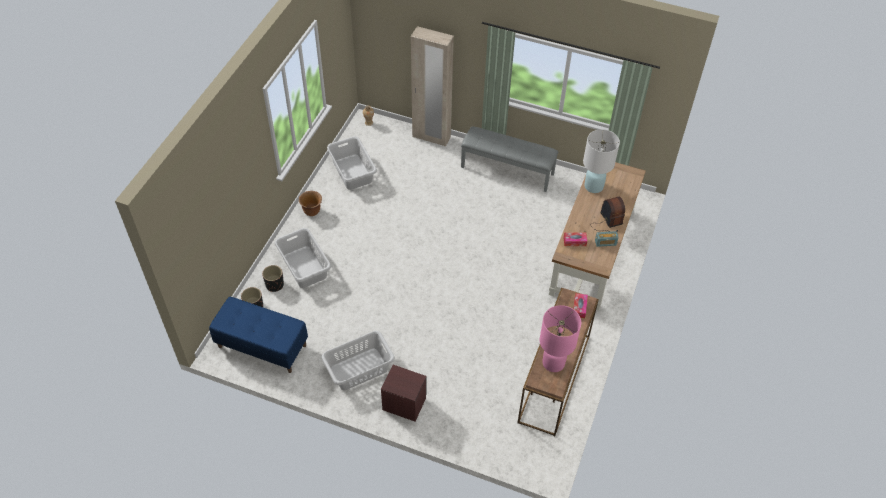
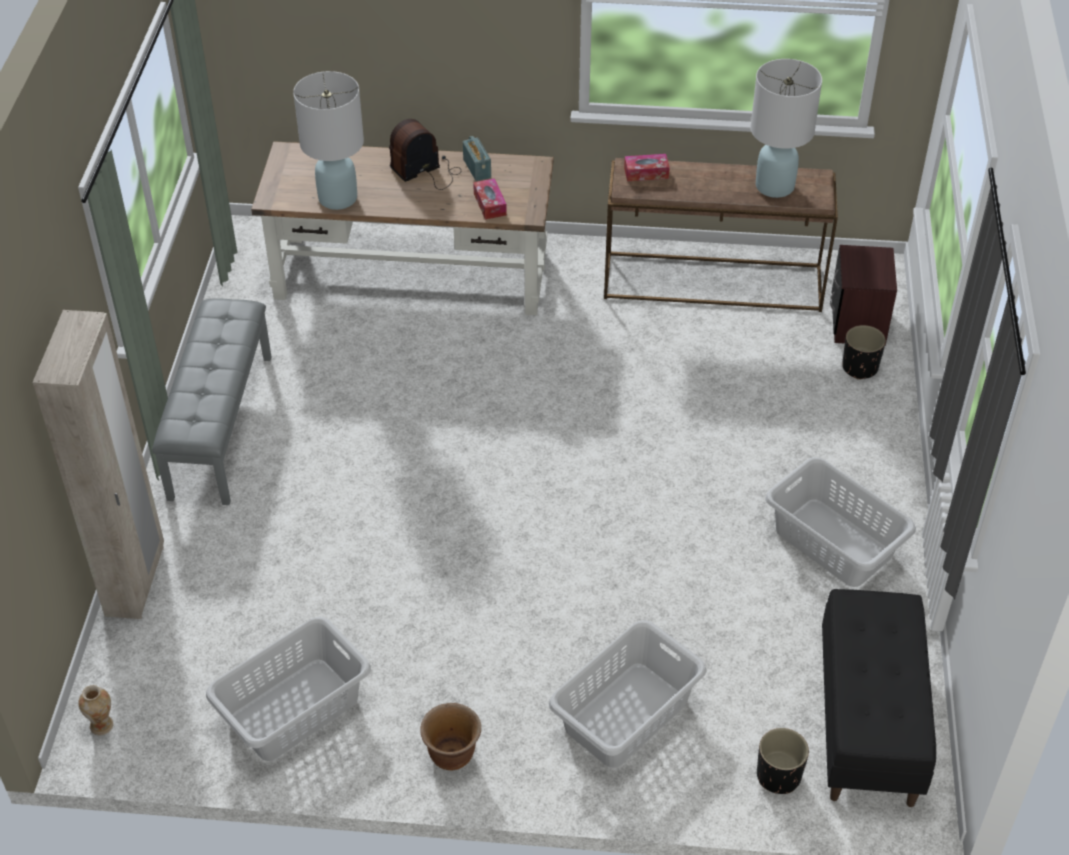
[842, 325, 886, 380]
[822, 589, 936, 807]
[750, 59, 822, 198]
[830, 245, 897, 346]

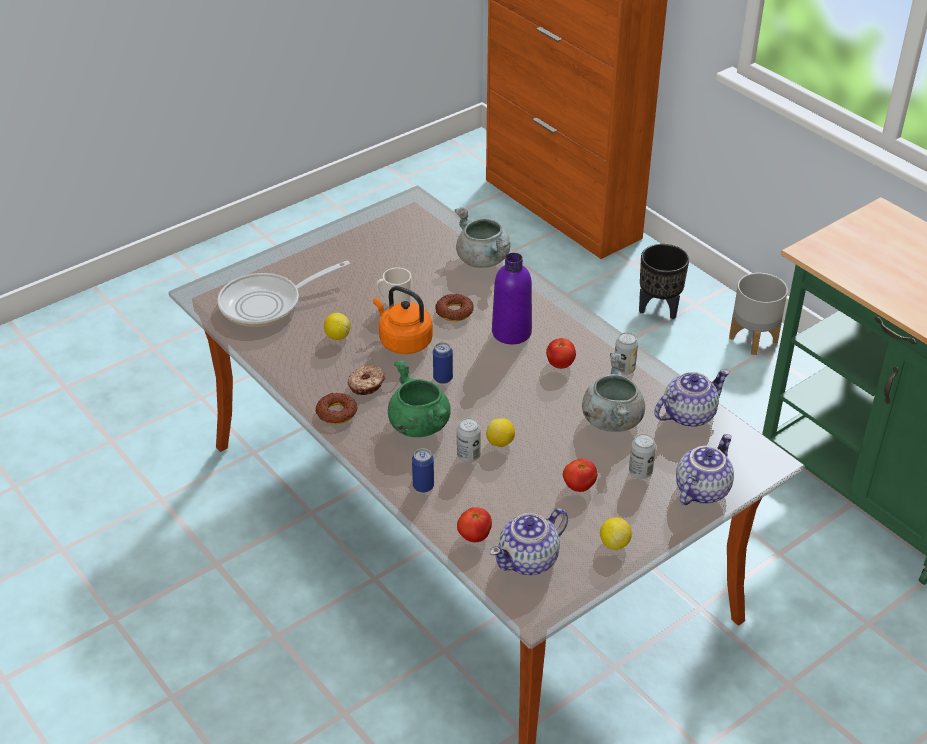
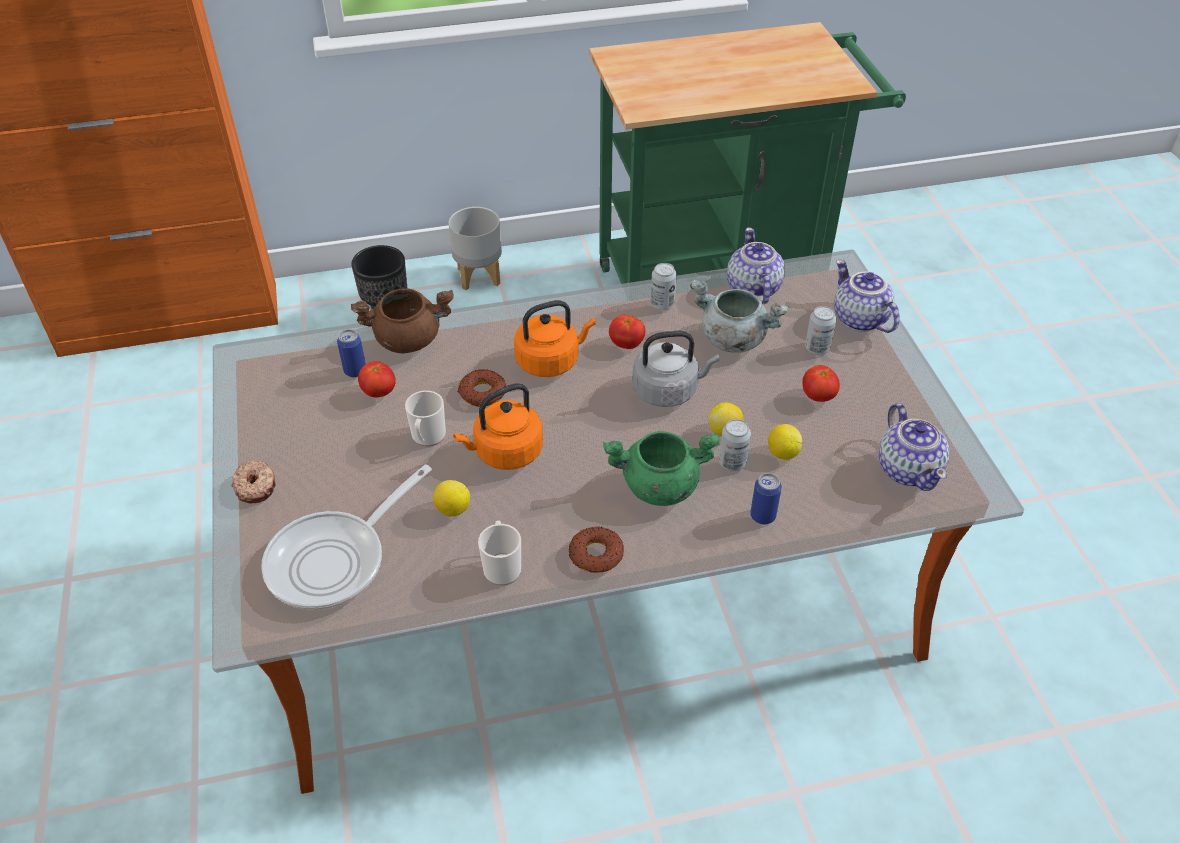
[351, 288, 454, 354]
[514, 300, 596, 377]
[261, 465, 432, 610]
[337, 329, 366, 377]
[231, 461, 276, 503]
[358, 361, 396, 397]
[768, 424, 802, 460]
[633, 331, 720, 407]
[478, 521, 521, 585]

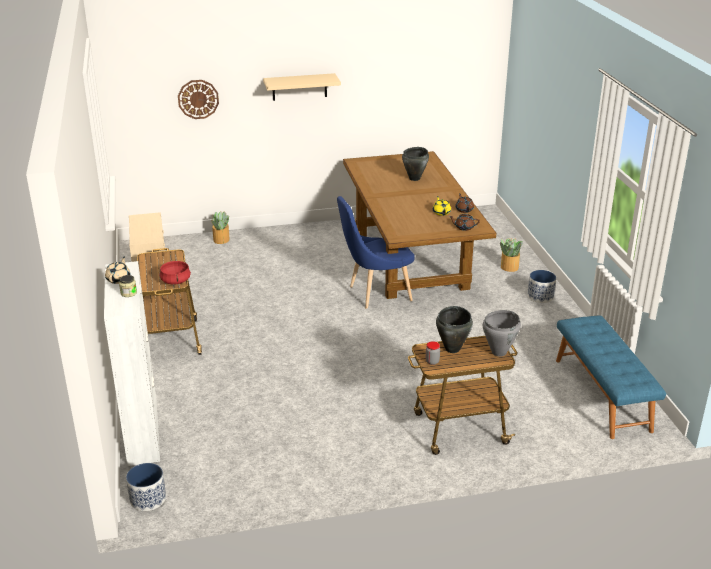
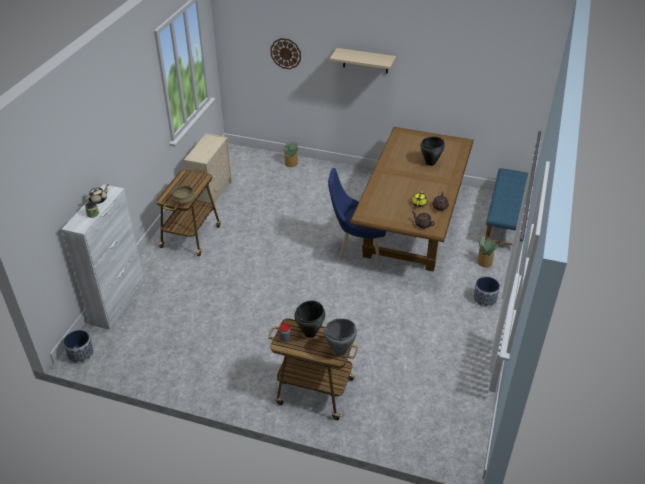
[172, 185, 195, 205]
[485, 168, 528, 245]

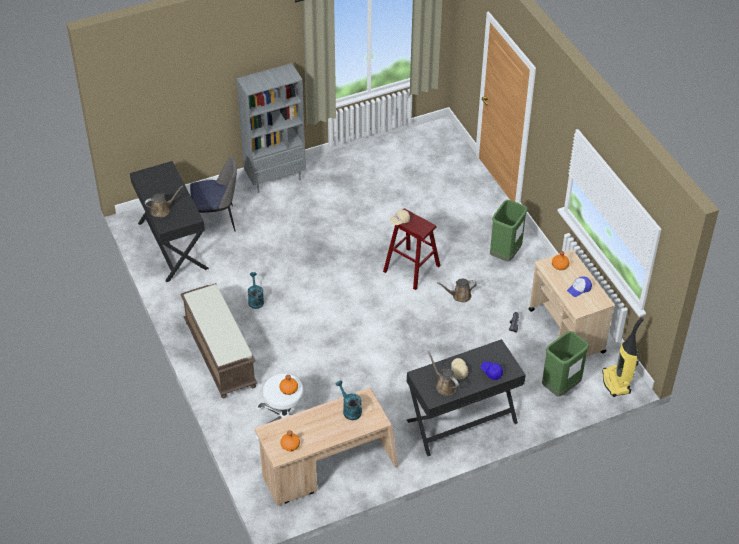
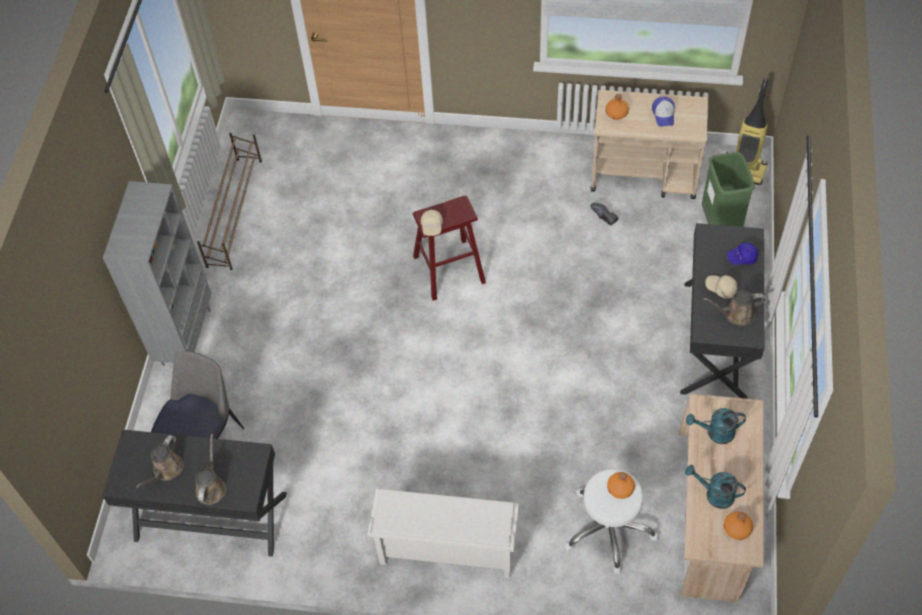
[490, 200, 527, 262] (first image)
[685, 465, 746, 509]
[136, 435, 184, 488]
[368, 489, 519, 578]
[197, 133, 262, 270]

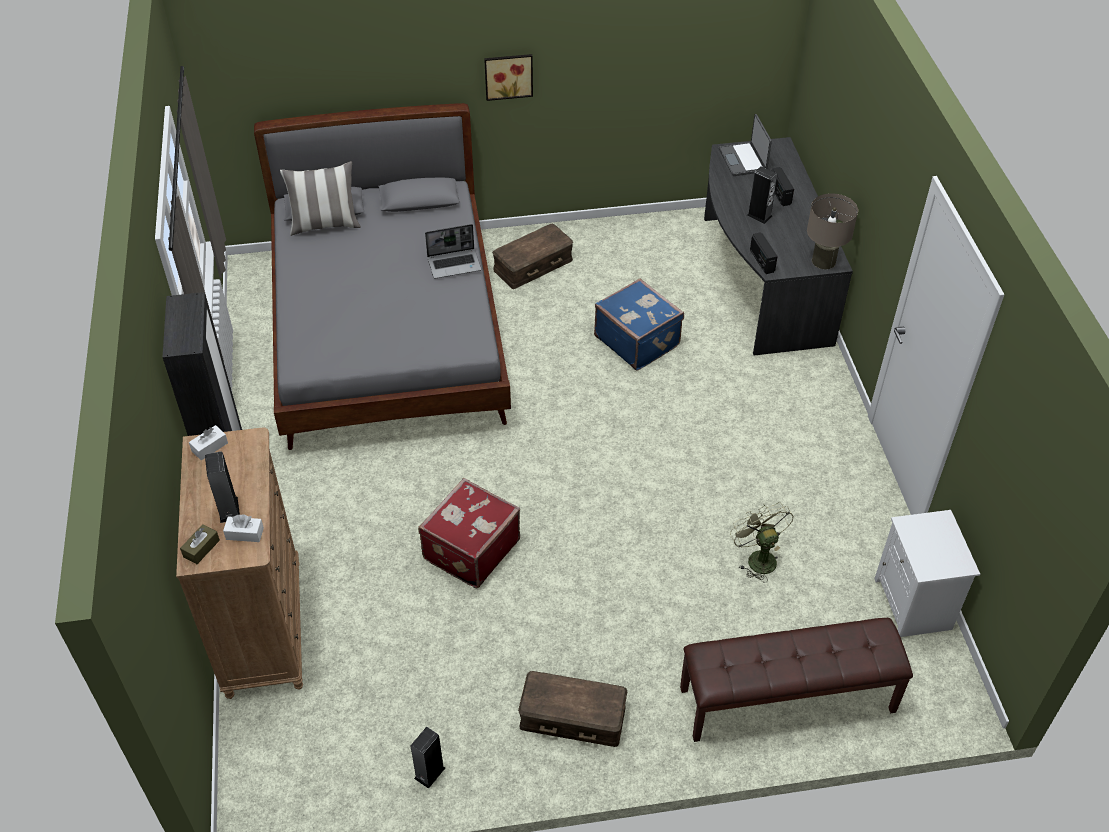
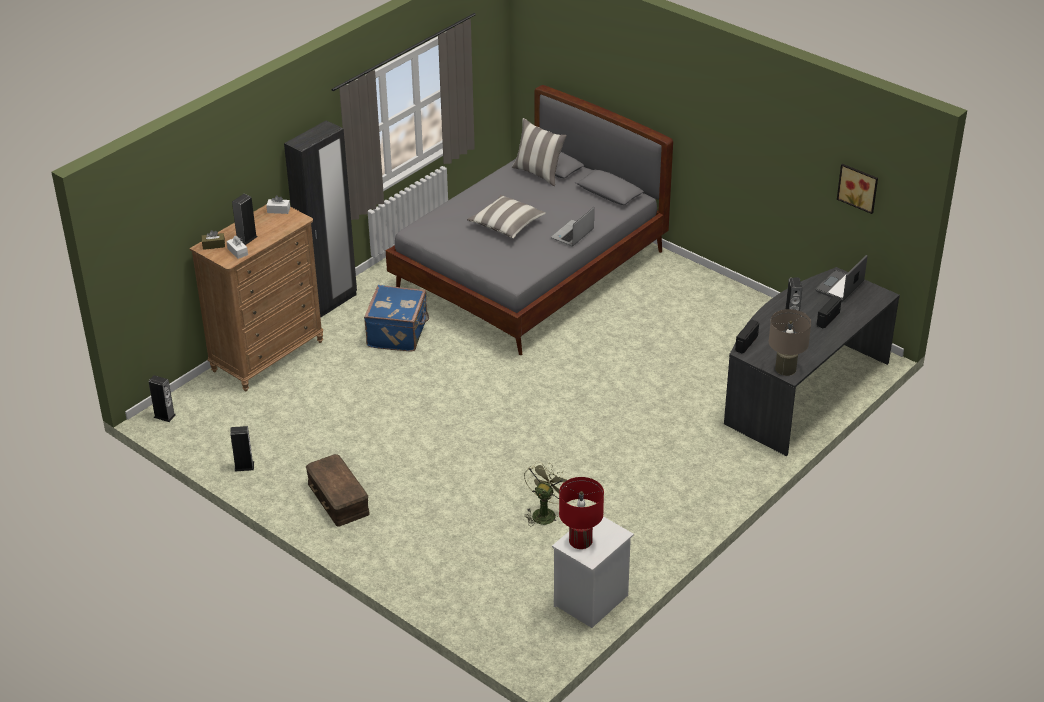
[837, 164, 878, 214]
[551, 207, 594, 246]
[492, 224, 573, 289] (first image)
[364, 285, 429, 352]
[418, 478, 520, 588] (first image)
[680, 618, 913, 742] (first image)
[467, 195, 546, 238]
[149, 375, 176, 422]
[559, 477, 604, 549]

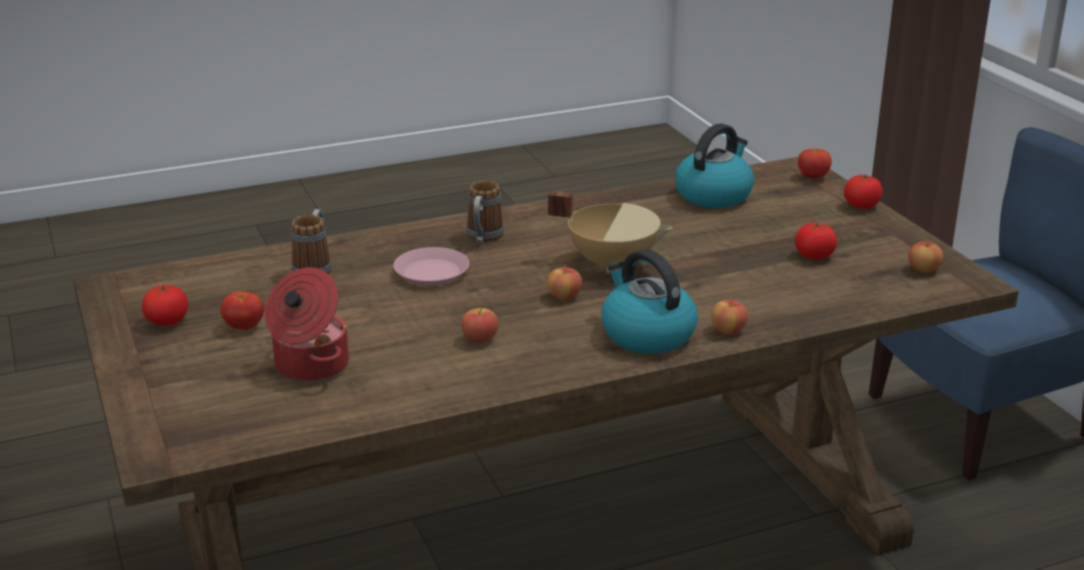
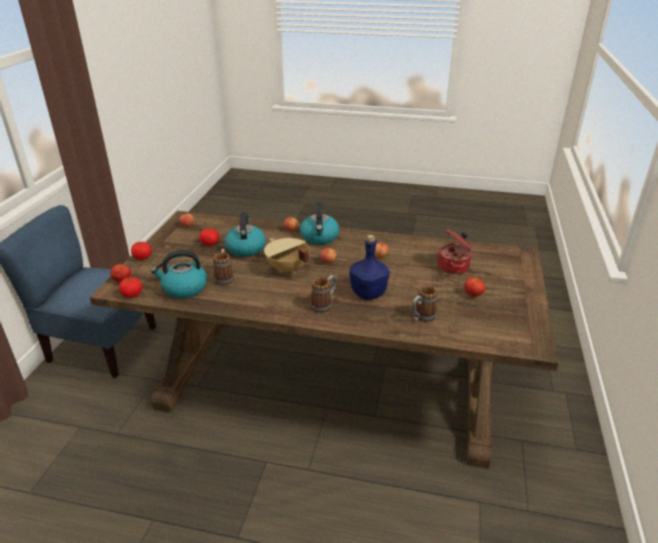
[350, 235, 389, 300]
[119, 277, 142, 298]
[225, 212, 266, 257]
[213, 249, 234, 285]

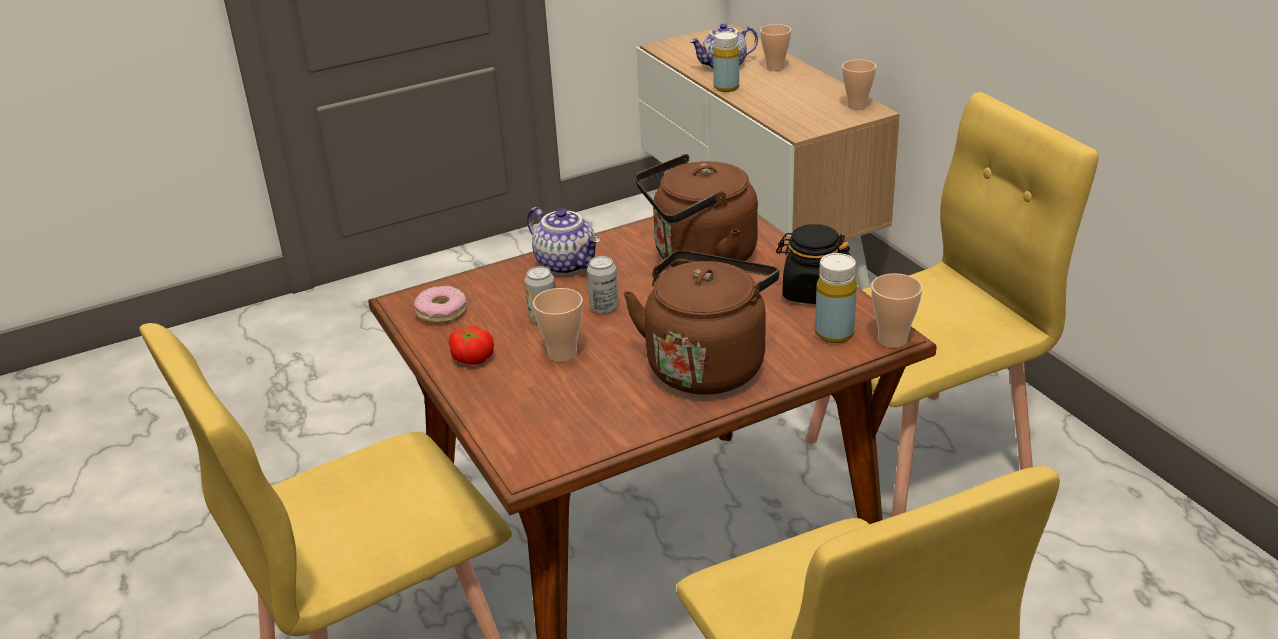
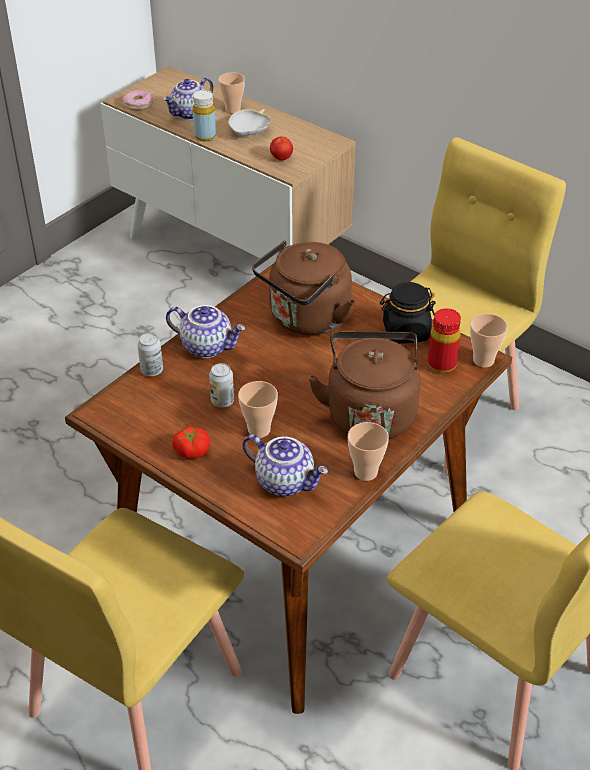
[348, 422, 389, 481]
[428, 308, 461, 373]
[137, 333, 163, 376]
[123, 90, 153, 111]
[228, 109, 271, 136]
[270, 137, 293, 161]
[243, 434, 328, 496]

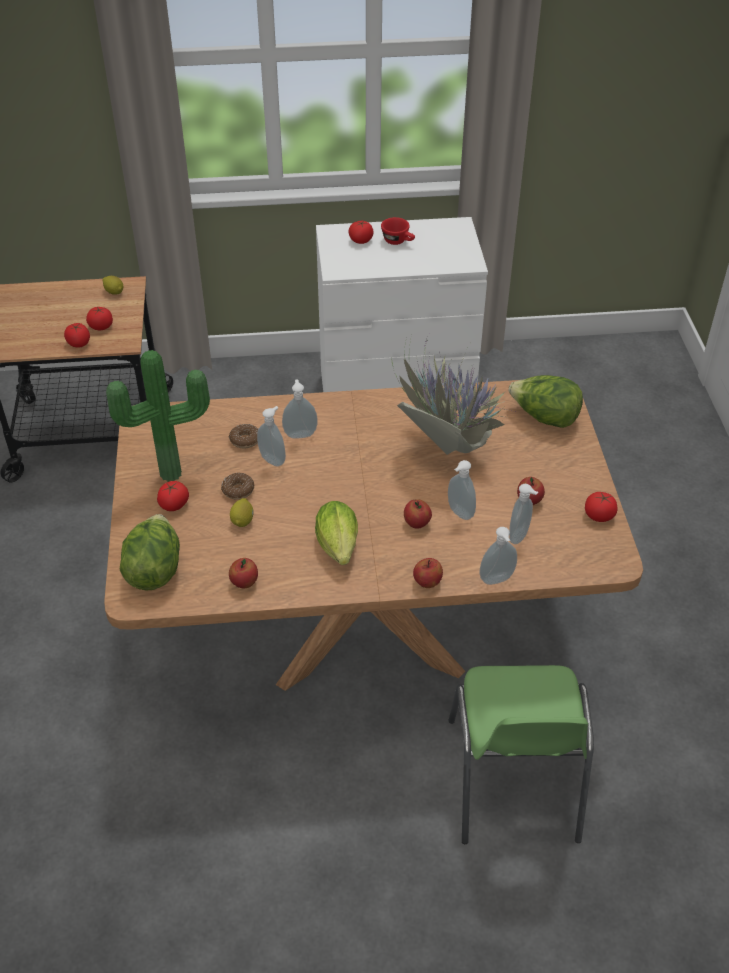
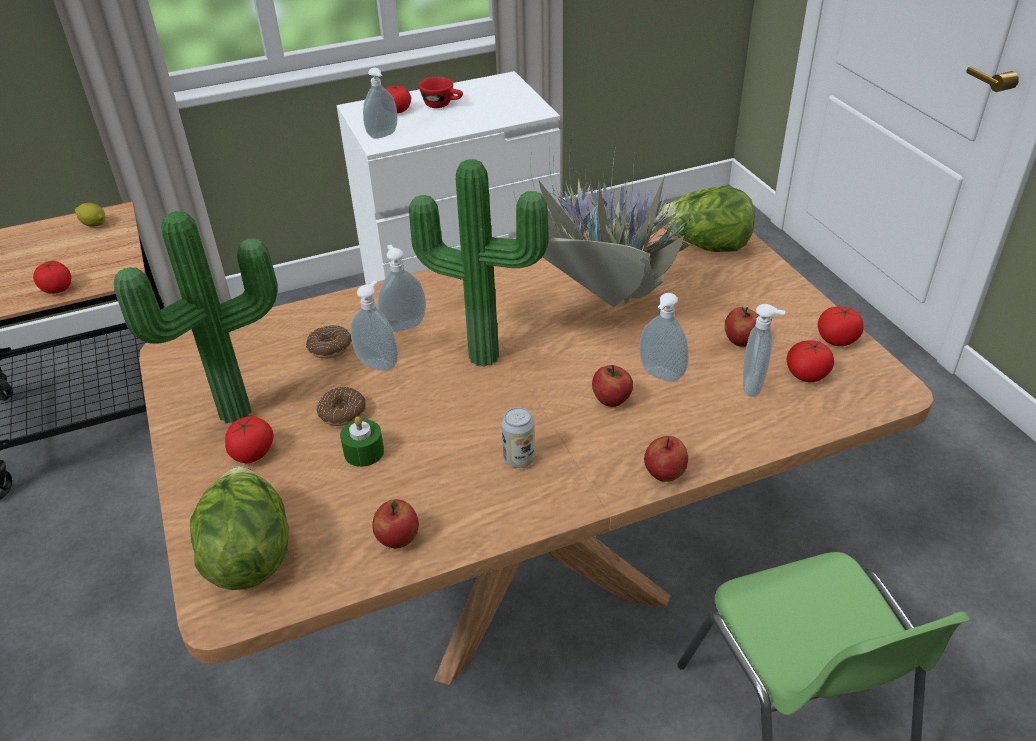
[787, 340, 834, 382]
[340, 416, 384, 467]
[502, 407, 535, 468]
[363, 68, 398, 139]
[409, 159, 549, 367]

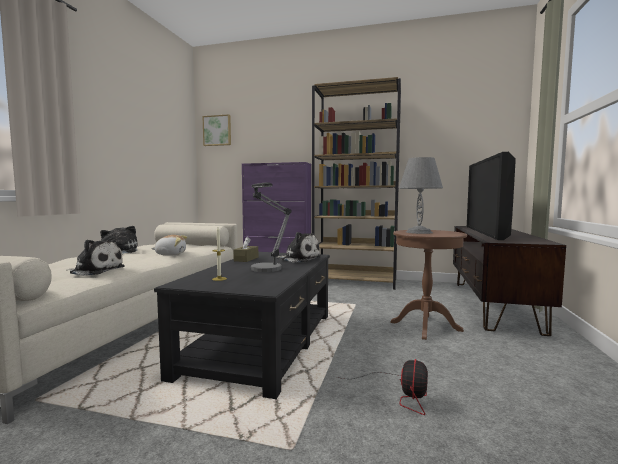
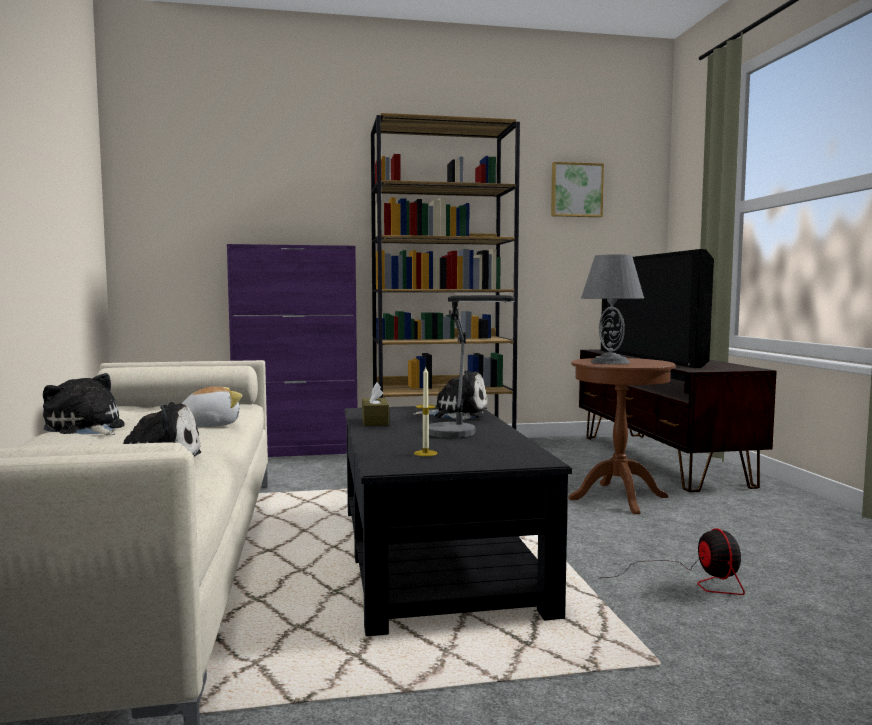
[551, 162, 604, 217]

